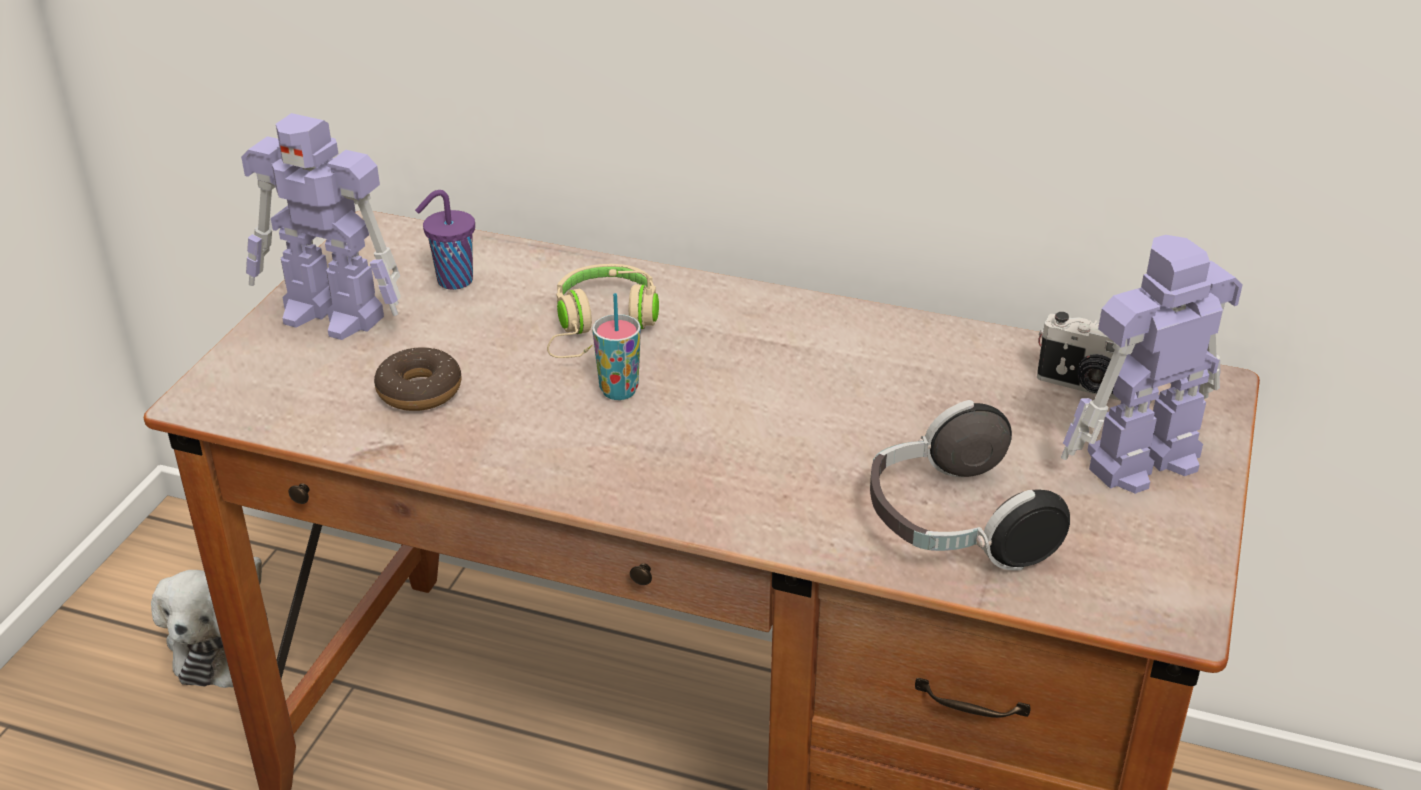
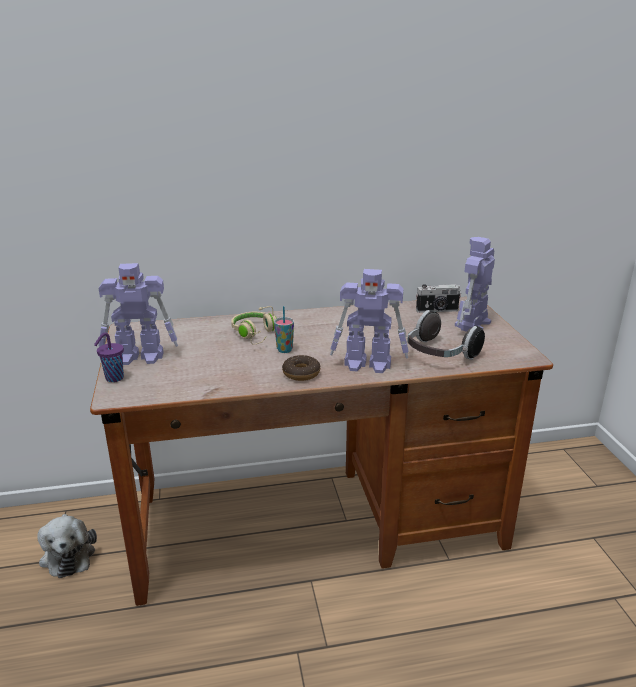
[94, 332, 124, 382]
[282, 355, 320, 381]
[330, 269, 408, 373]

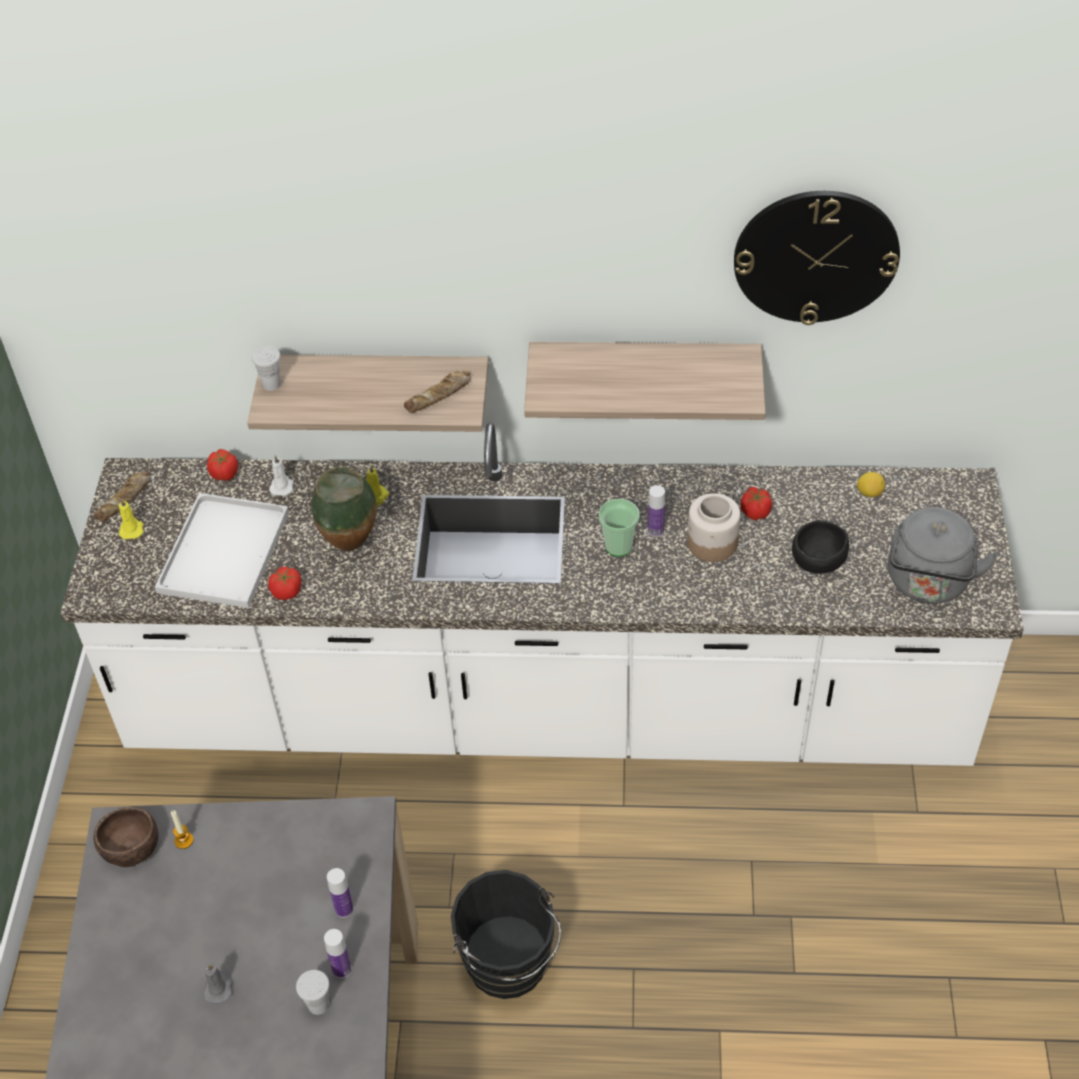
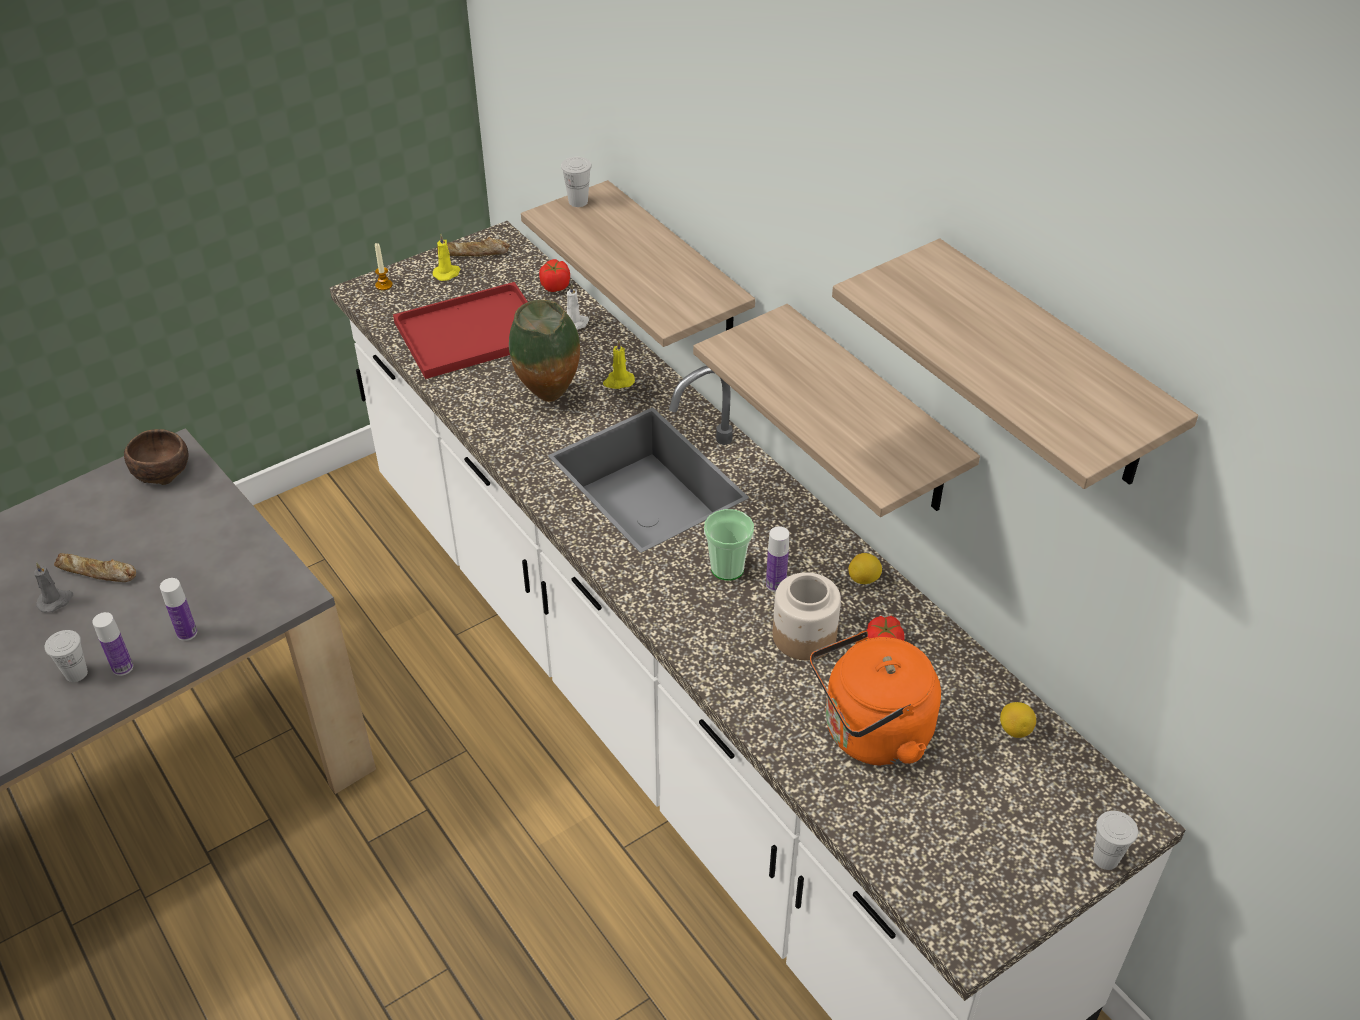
[832, 239, 1198, 489]
[54, 553, 136, 582]
[393, 282, 528, 379]
[888, 507, 998, 604] (first image)
[810, 631, 941, 766]
[268, 567, 302, 600] (first image)
[375, 243, 393, 290]
[451, 870, 561, 999] (first image)
[848, 553, 882, 584]
[1093, 811, 1138, 870]

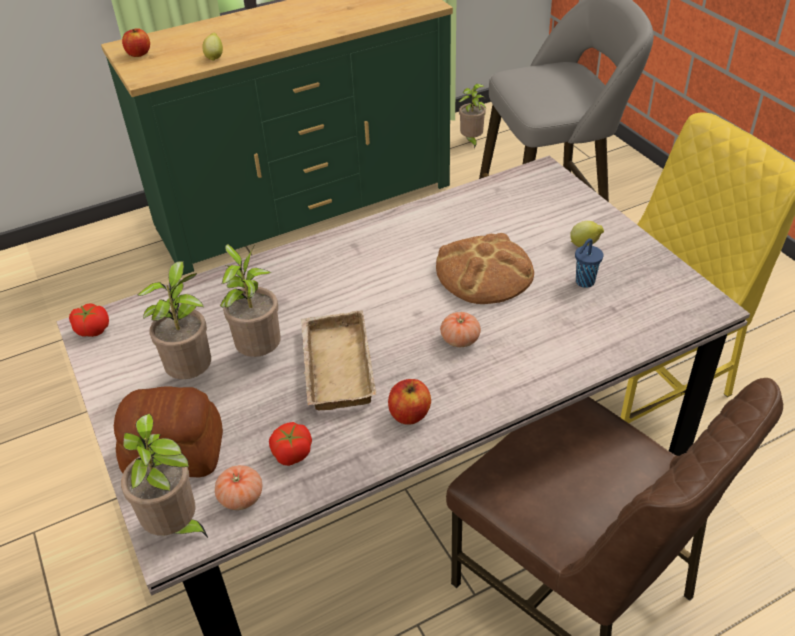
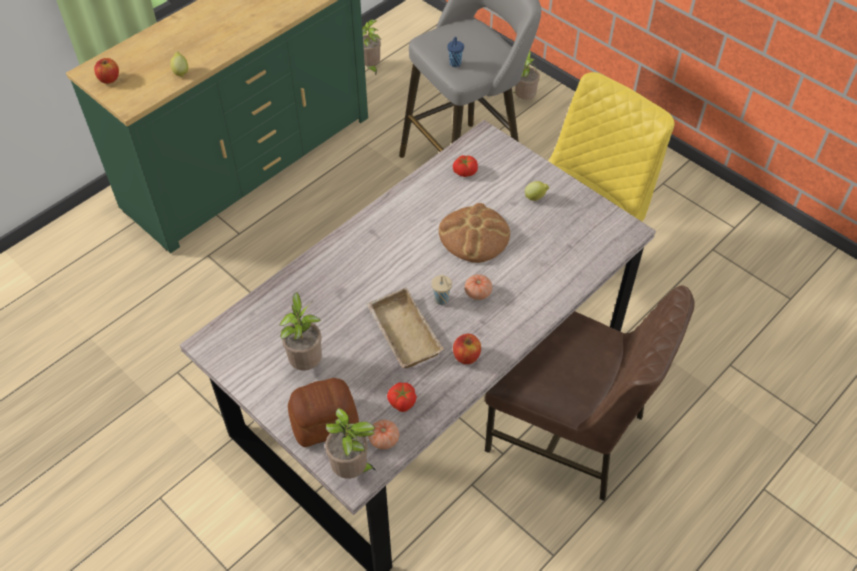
[447, 37, 464, 67]
[513, 51, 540, 100]
[453, 155, 478, 177]
[431, 275, 452, 305]

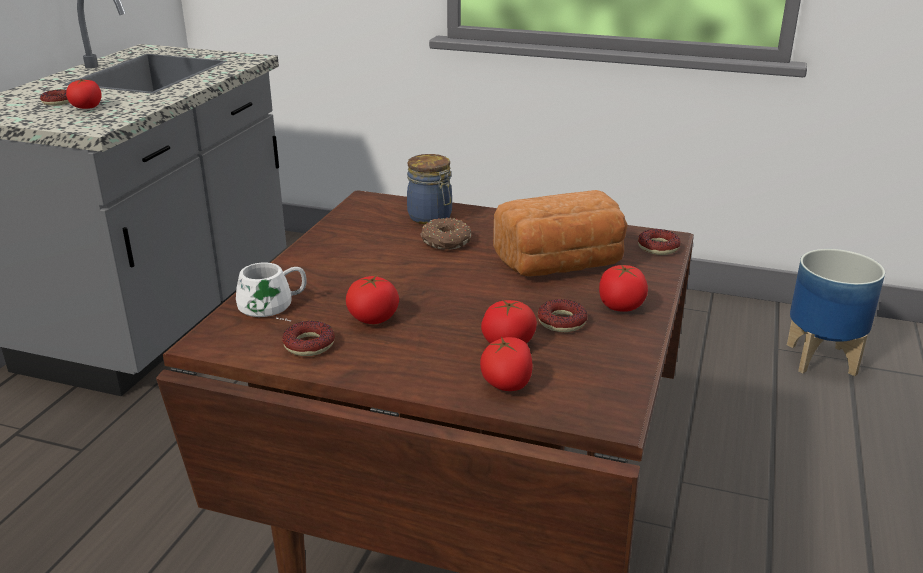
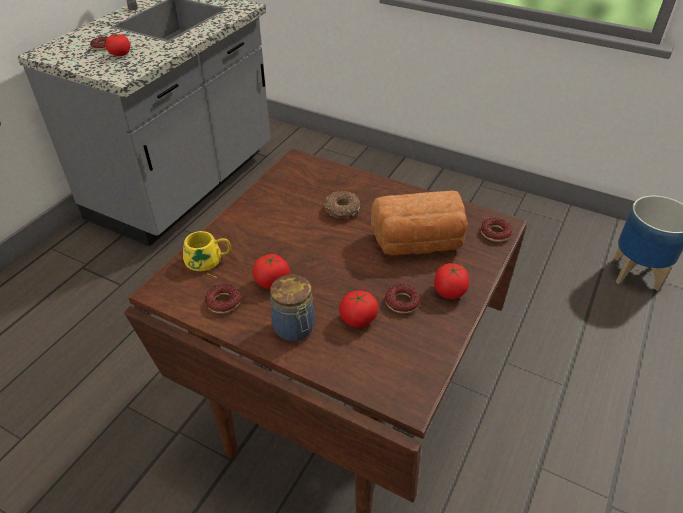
[270, 275, 315, 341]
[183, 231, 231, 278]
[480, 337, 533, 391] (first image)

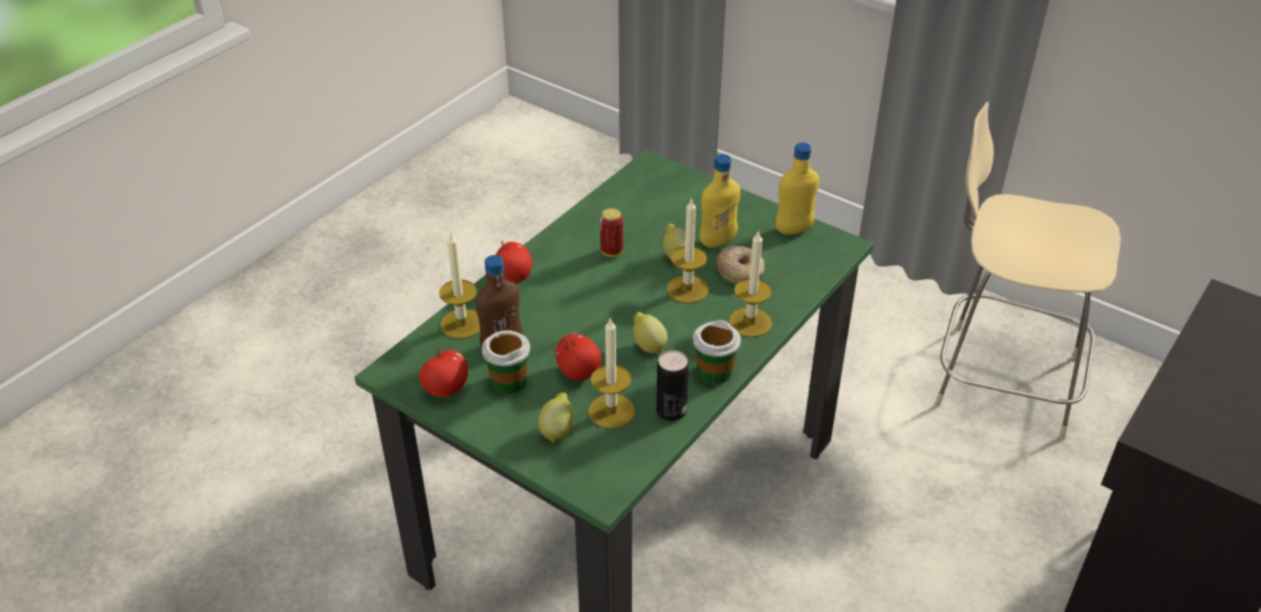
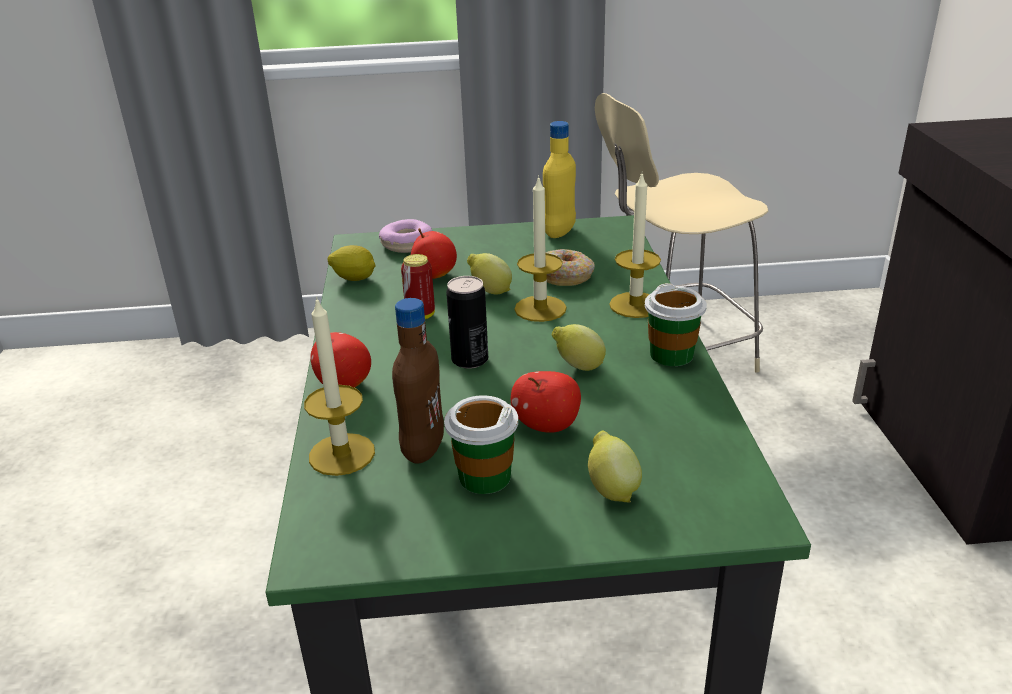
[699, 154, 740, 248] (first image)
[588, 317, 635, 429] (first image)
[411, 228, 457, 279]
[446, 276, 488, 369]
[379, 219, 432, 253]
[328, 245, 376, 281]

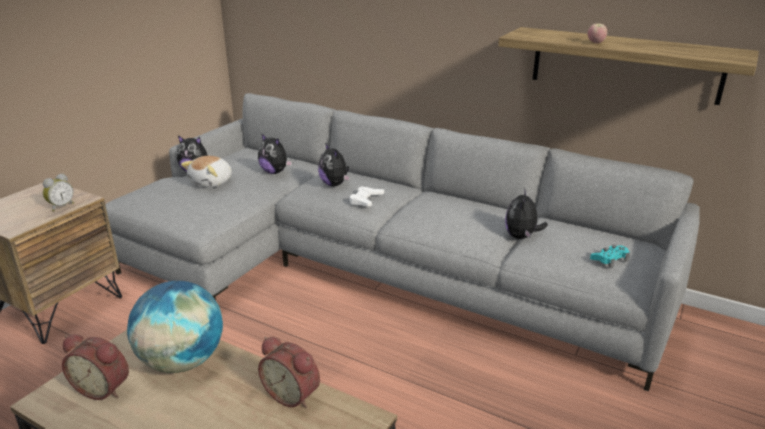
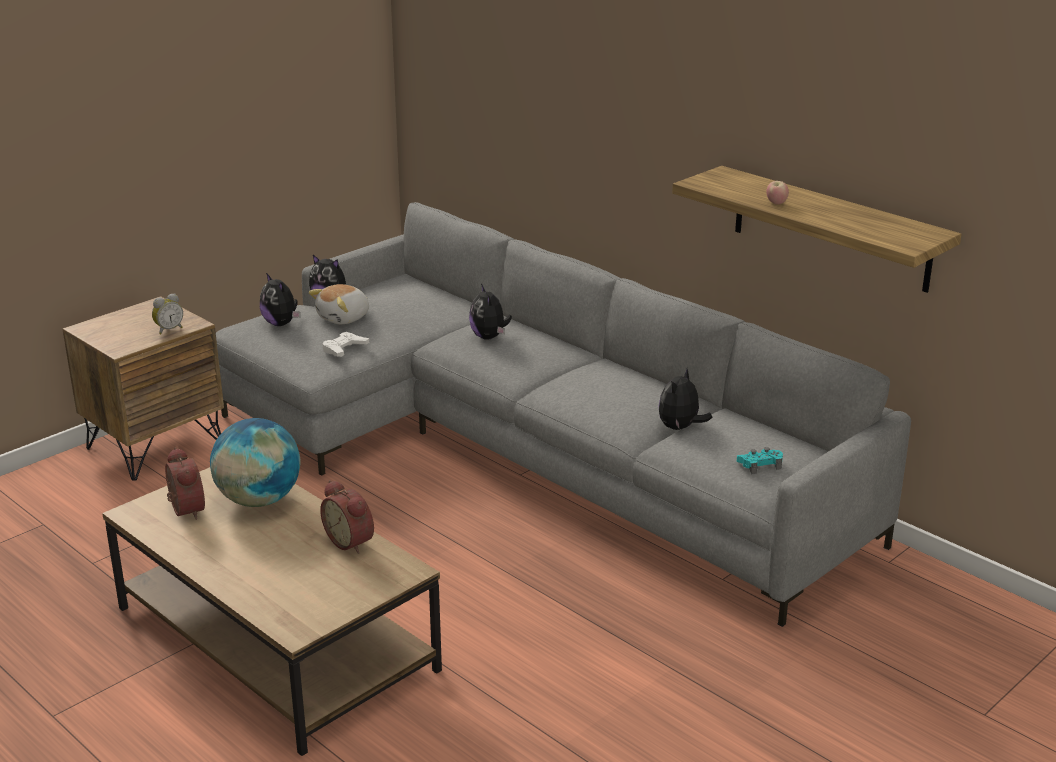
[260, 273, 300, 326]
[322, 332, 369, 357]
[165, 447, 205, 520]

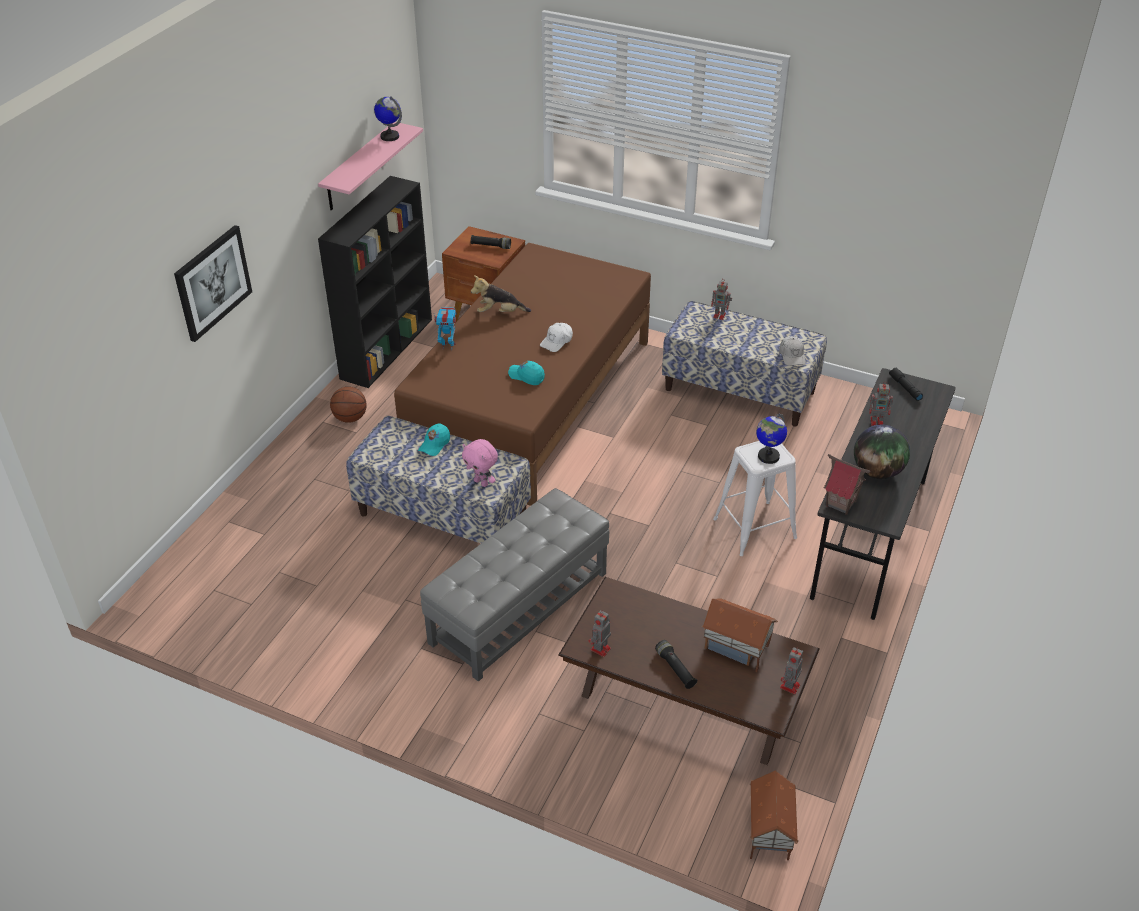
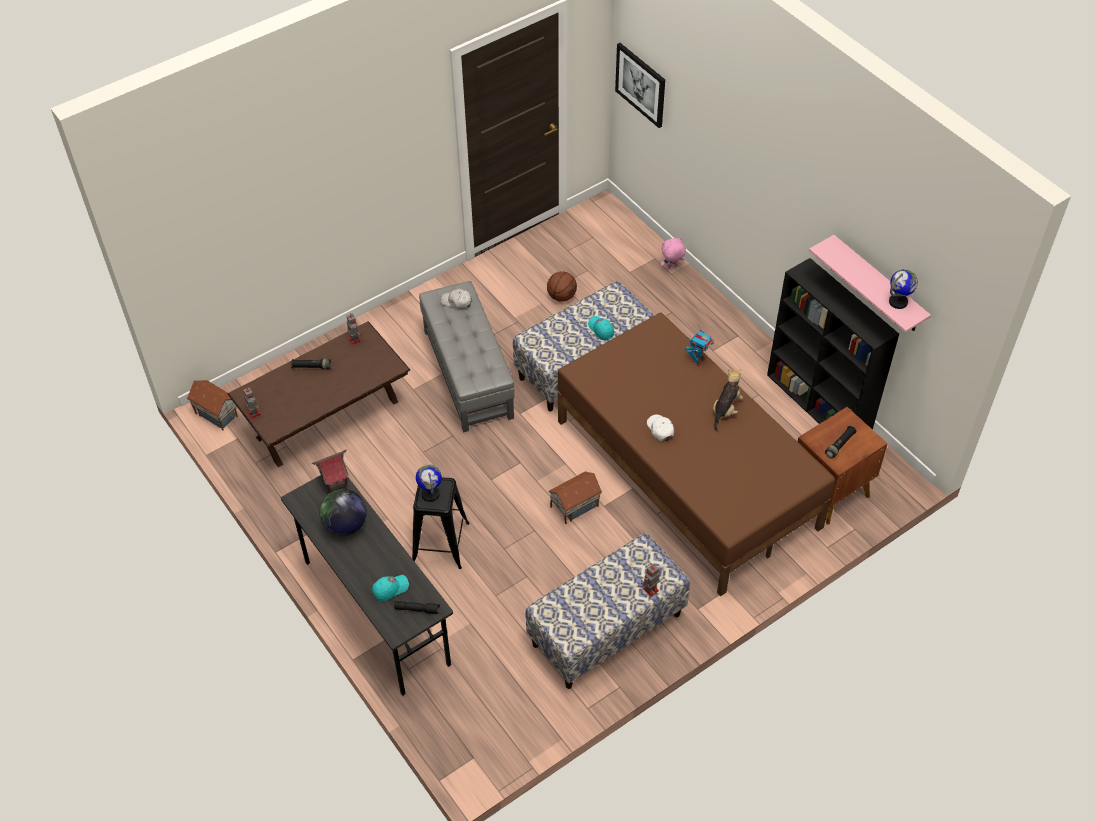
[615, 43, 665, 128]
[441, 288, 472, 309]
[372, 575, 409, 601]
[869, 381, 893, 426] (first image)
[547, 271, 577, 302]
[661, 237, 686, 269]
[412, 478, 469, 569]
[548, 472, 602, 524]

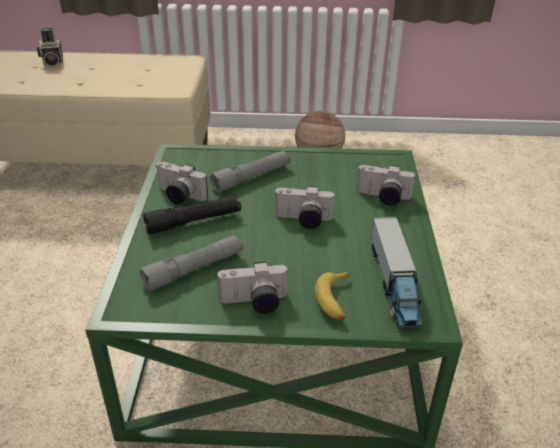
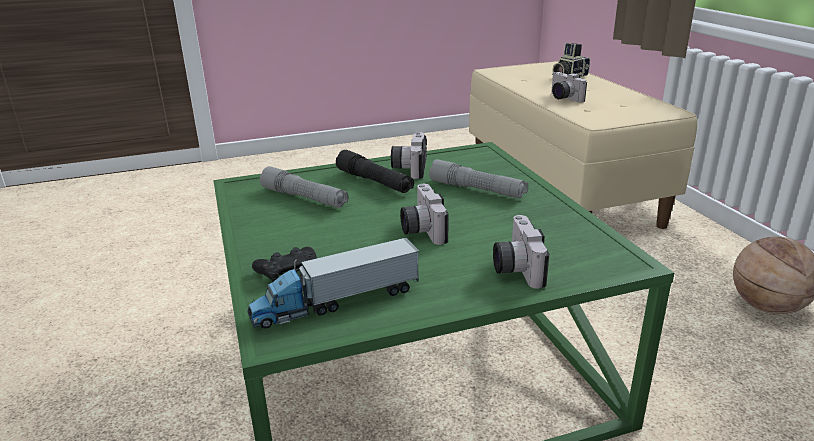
[551, 72, 587, 103]
[252, 247, 317, 282]

